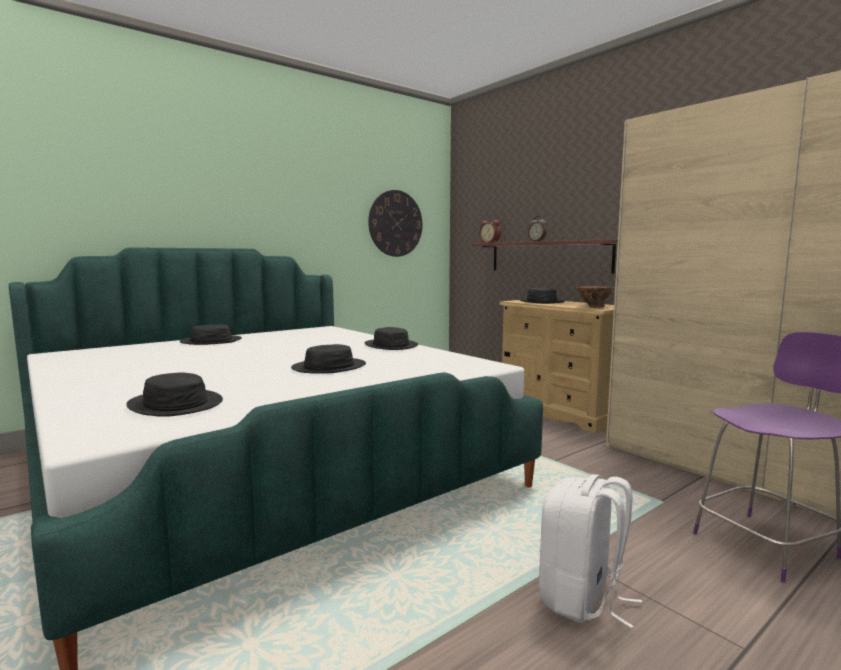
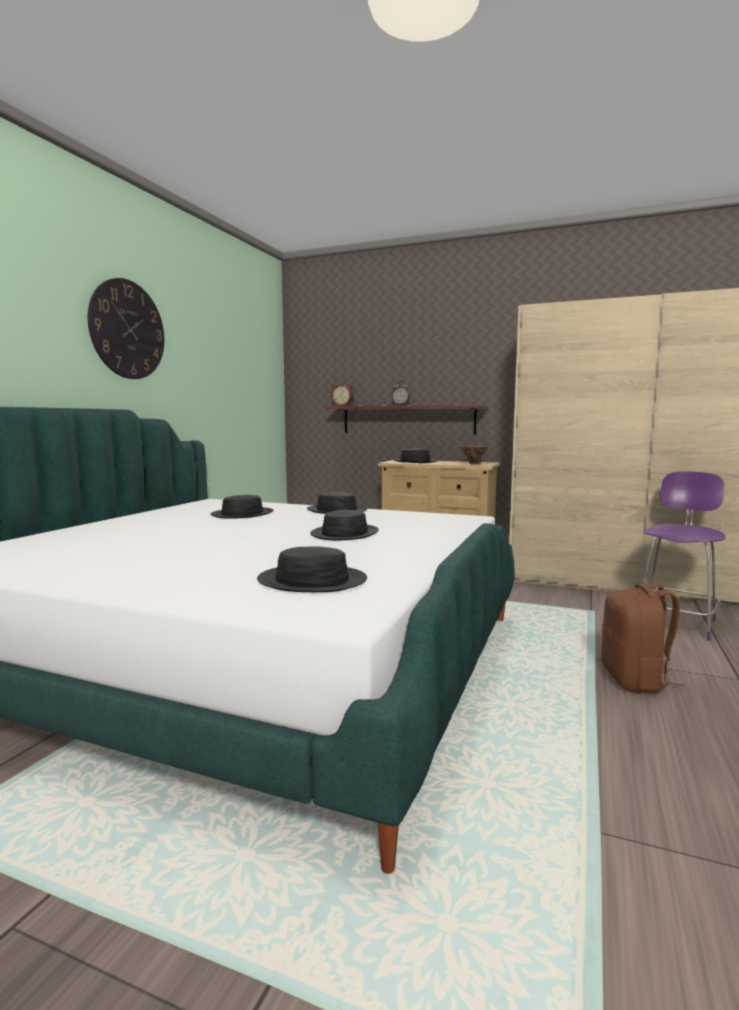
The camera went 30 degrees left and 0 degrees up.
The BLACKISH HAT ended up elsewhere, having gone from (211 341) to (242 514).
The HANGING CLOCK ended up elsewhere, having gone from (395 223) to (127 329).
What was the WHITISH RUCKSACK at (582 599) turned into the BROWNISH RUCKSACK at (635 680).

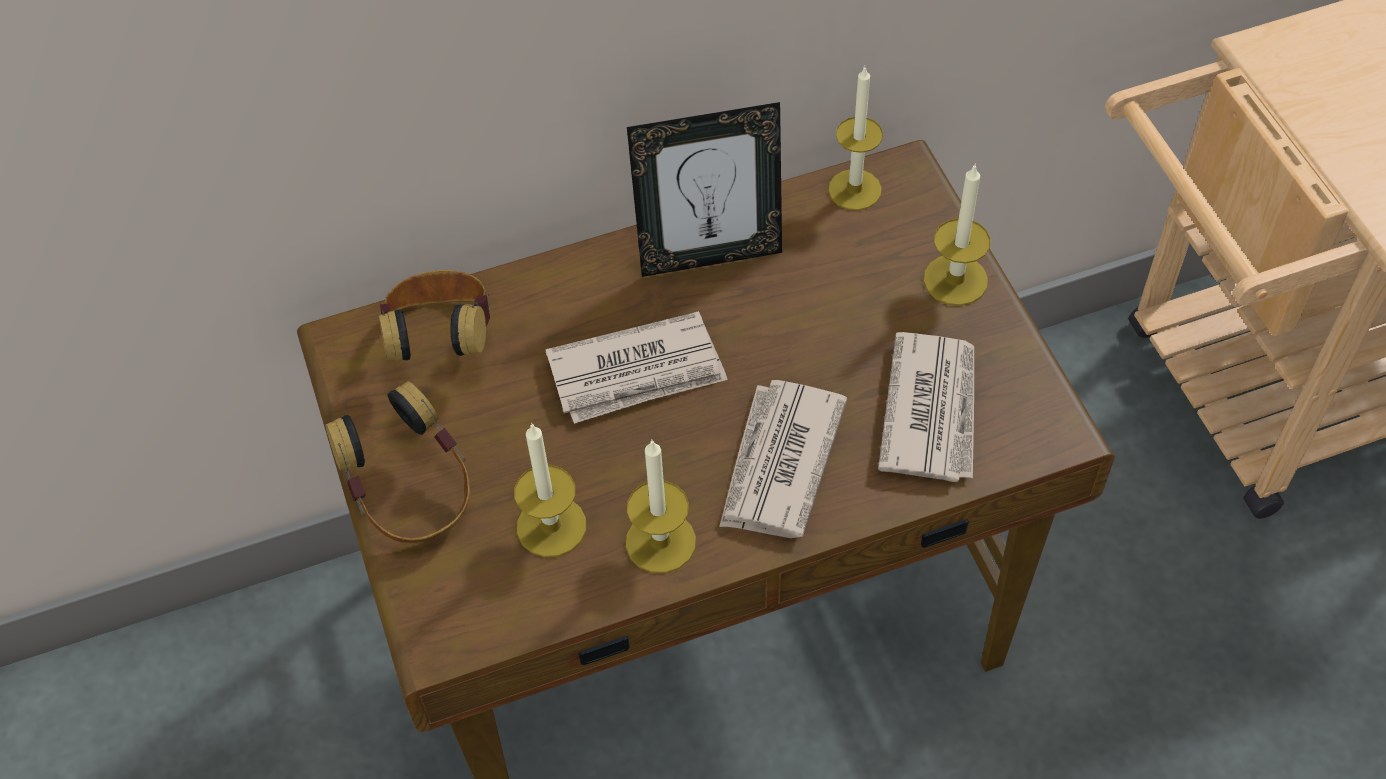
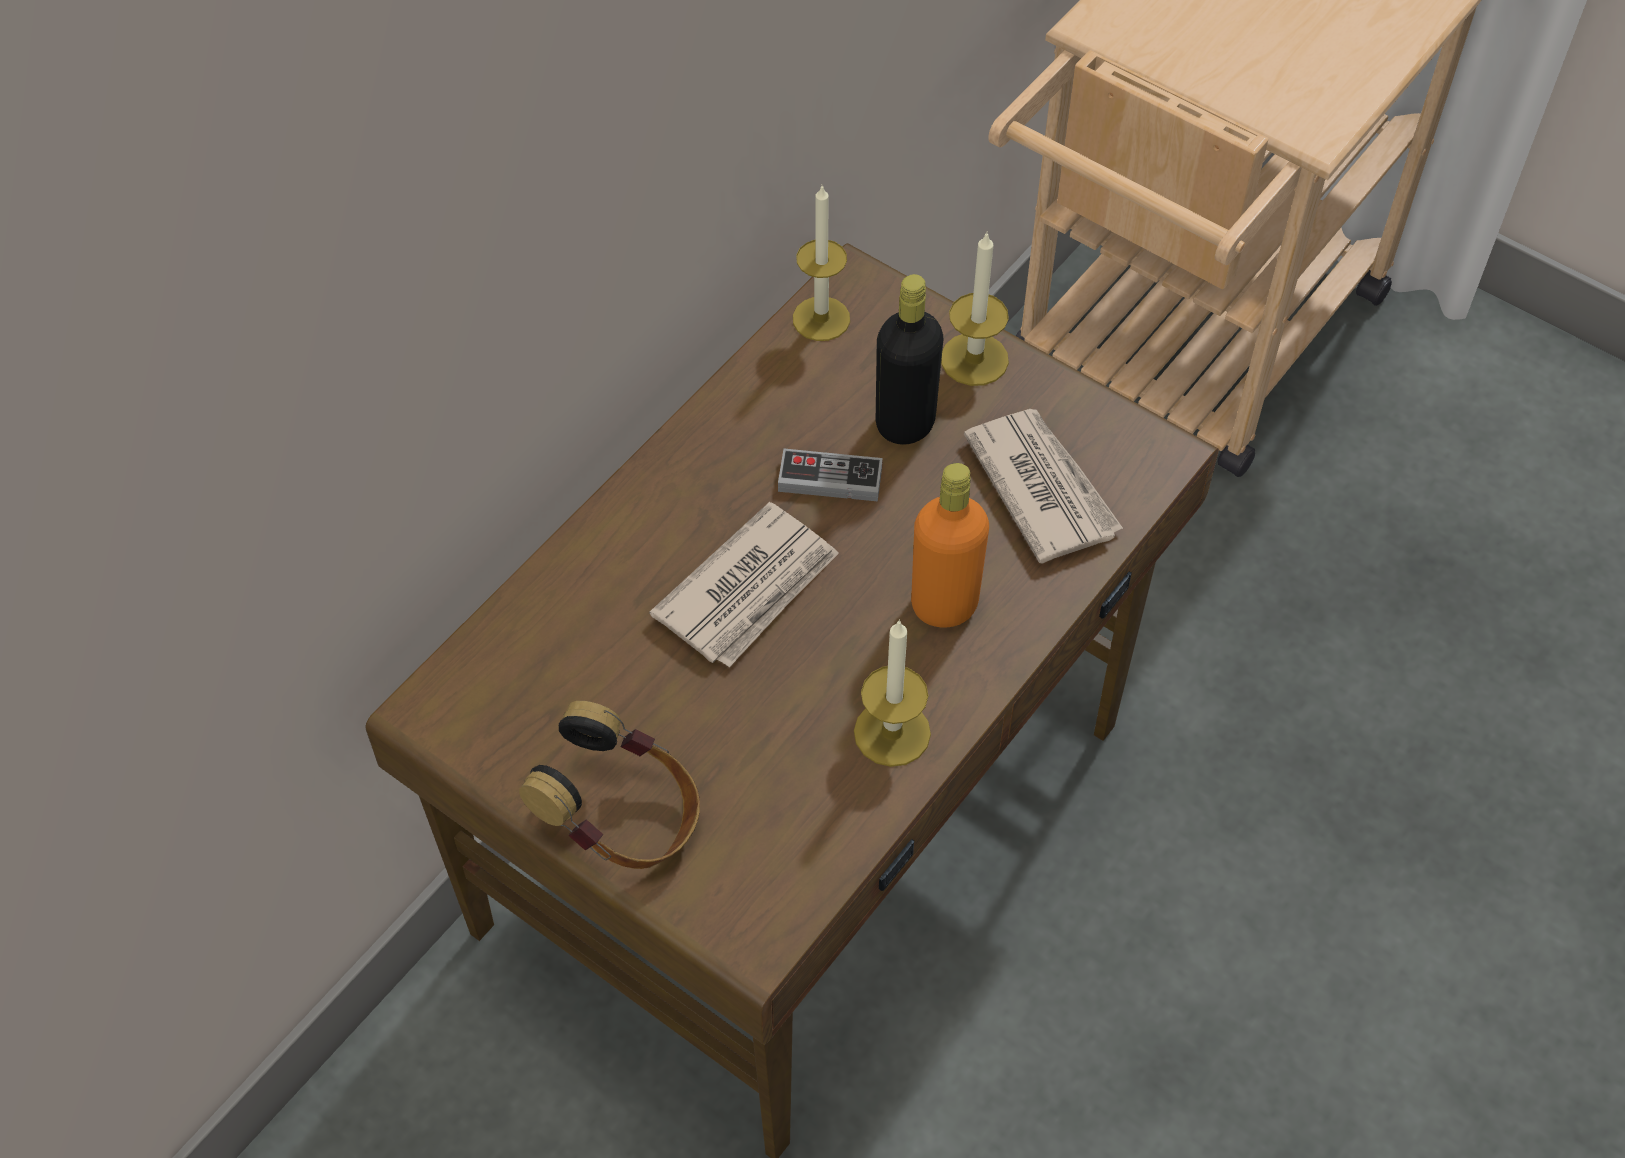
The camera went 35 degrees left and 0 degrees up.
The second view lost the HEADPHONES at (442 340).
The second view lost the CANDLE at (551 526).
The second view lost the PICTURE FRAME at (709 255).
The second view gained the GAMEPAD at (830 479).
The second view gained the BLACKISH BOTTLE at (905 423).
Where the NEWSPAPER stood at (779 463), the ORANGEY BOTTLE came to stand at (944 605).

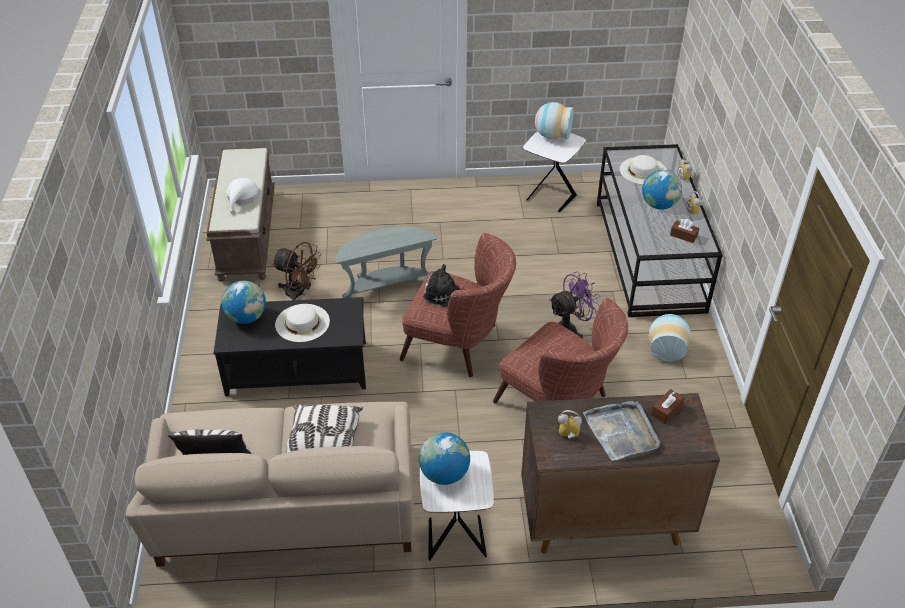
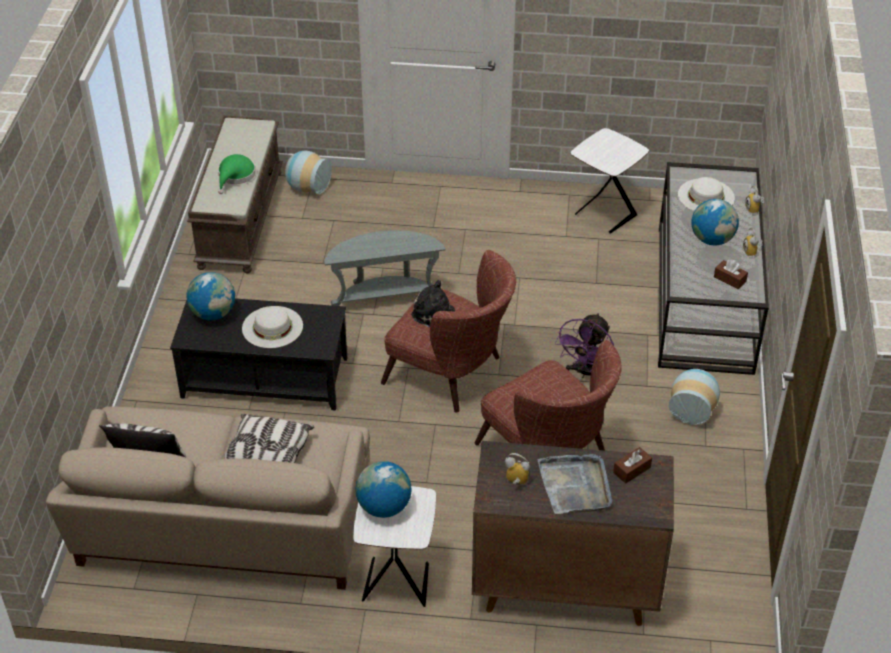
The camera went 10 degrees right and 0 degrees up.
The second view lost the BROWNISH FAN at (299 293).
The FLOWER VASE ended up elsewhere, having gone from (552 135) to (307 187).
What was the WHITISH HAT at (242 197) turned into the GREENISH HAT at (235 176).
The PURPLISH FAN at (570 329) ended up facing another way, 135 degrees clockwise from before.

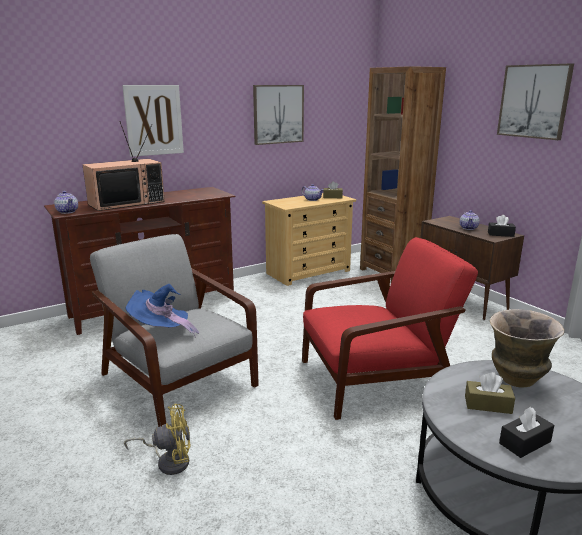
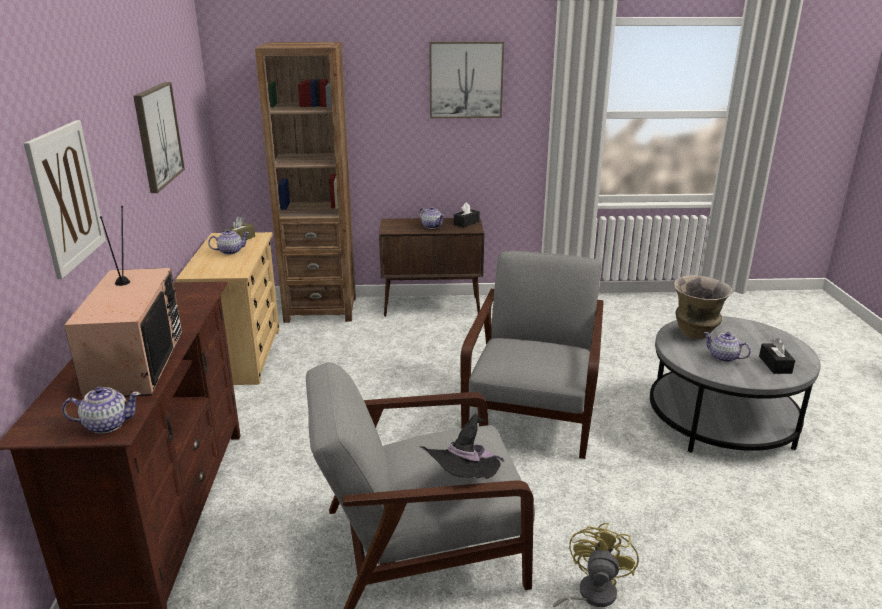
The camera went 60 degrees left and 5 degrees up.
Where the BROWNISH BOX OF TISSUES stood at (488 405), the TEAPOT came to stand at (723 357).
What was the BLUE HAT at (161 331) turned into the BLACKISH HAT at (464 482).
What was the RED LOUNGE CHAIR at (378 378) turned into the GREYISH LOUNGE CHAIR at (533 409).

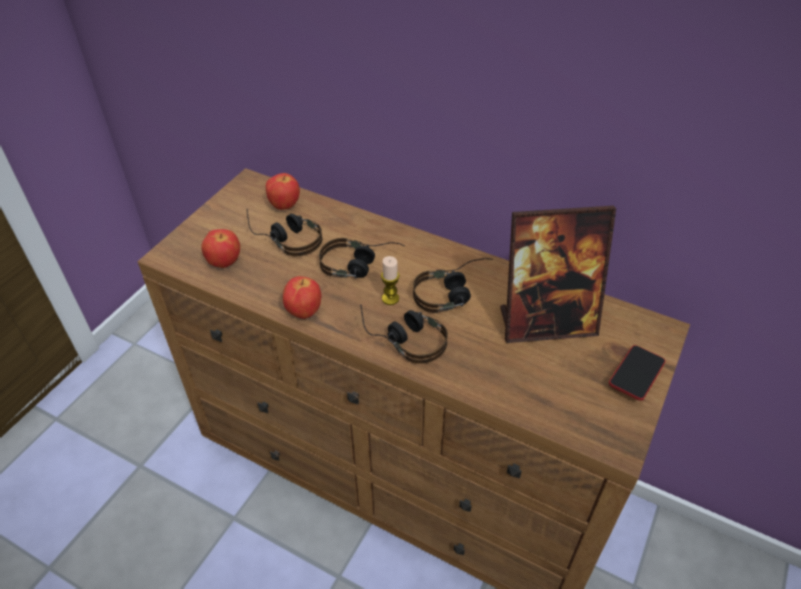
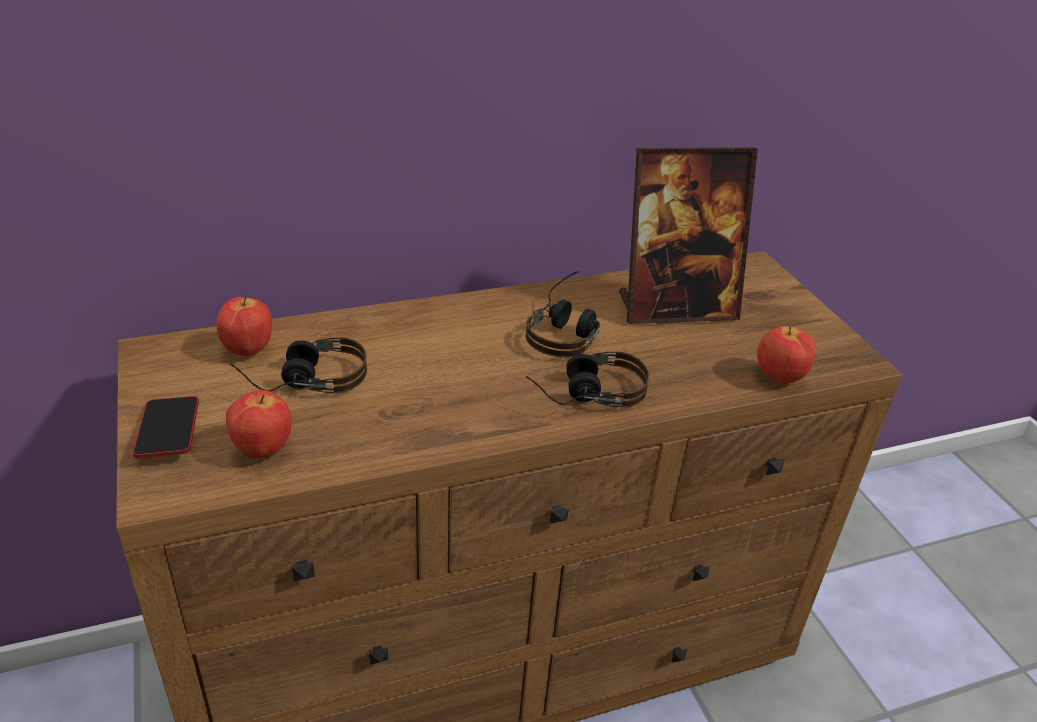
The camera went 50 degrees left and 10 degrees down.
The second view lost the HEADPHONES at (361 266).
The second view lost the CANDLE at (390 298).
The APPLE ended up elsewhere, having gone from (303 312) to (778 378).
The TELEPHONE ended up elsewhere, having gone from (636 375) to (168 432).
The PICTURE FRAME at (546 323) ended up facing another way, 45 degrees clockwise from before.

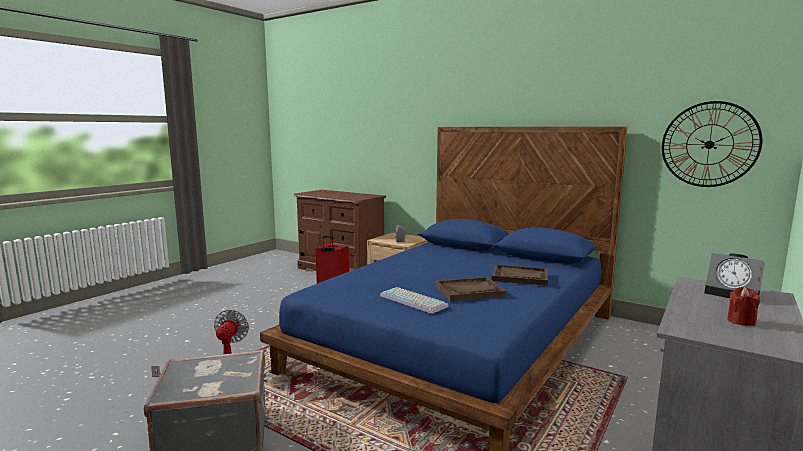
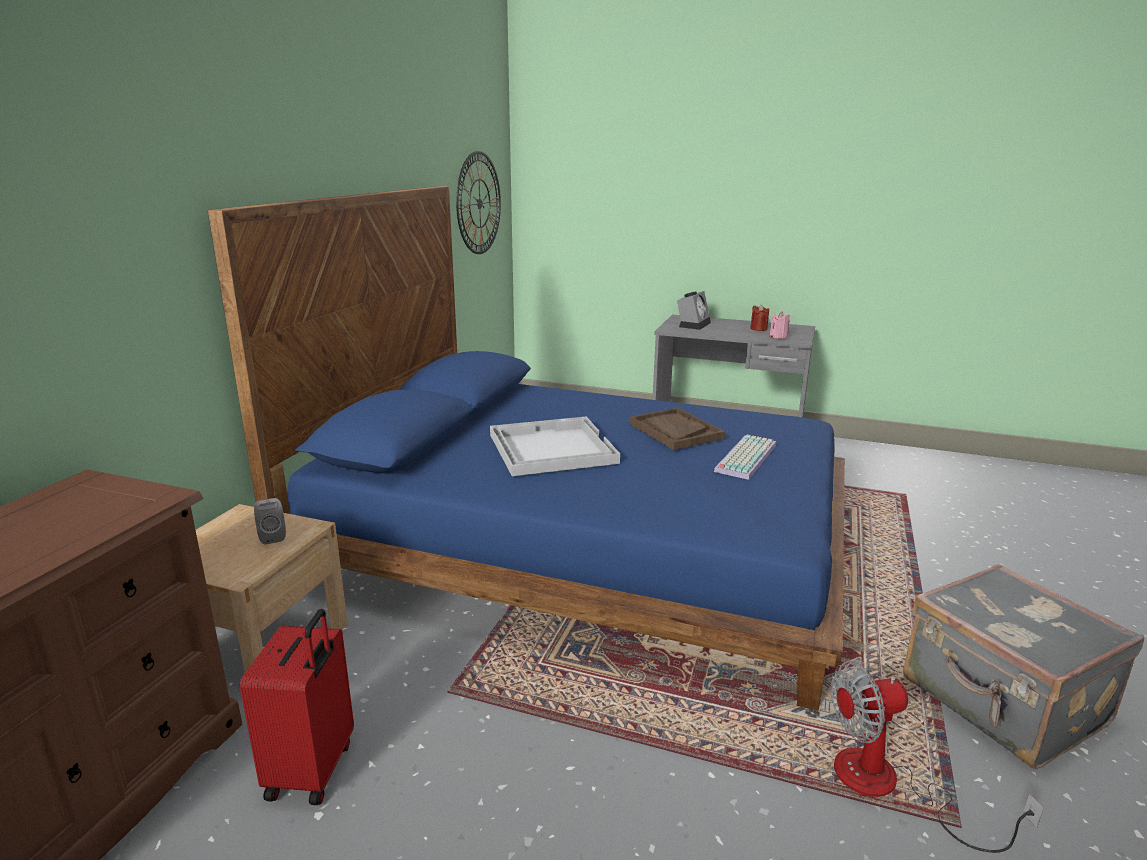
The camera went 105 degrees left and 10 degrees up.
The second view lost the BROWNISH TRAY at (520 277).
The second view gained the WHITISH TRAY at (550 448).
The second view gained the PINK CANDLE at (778 337).

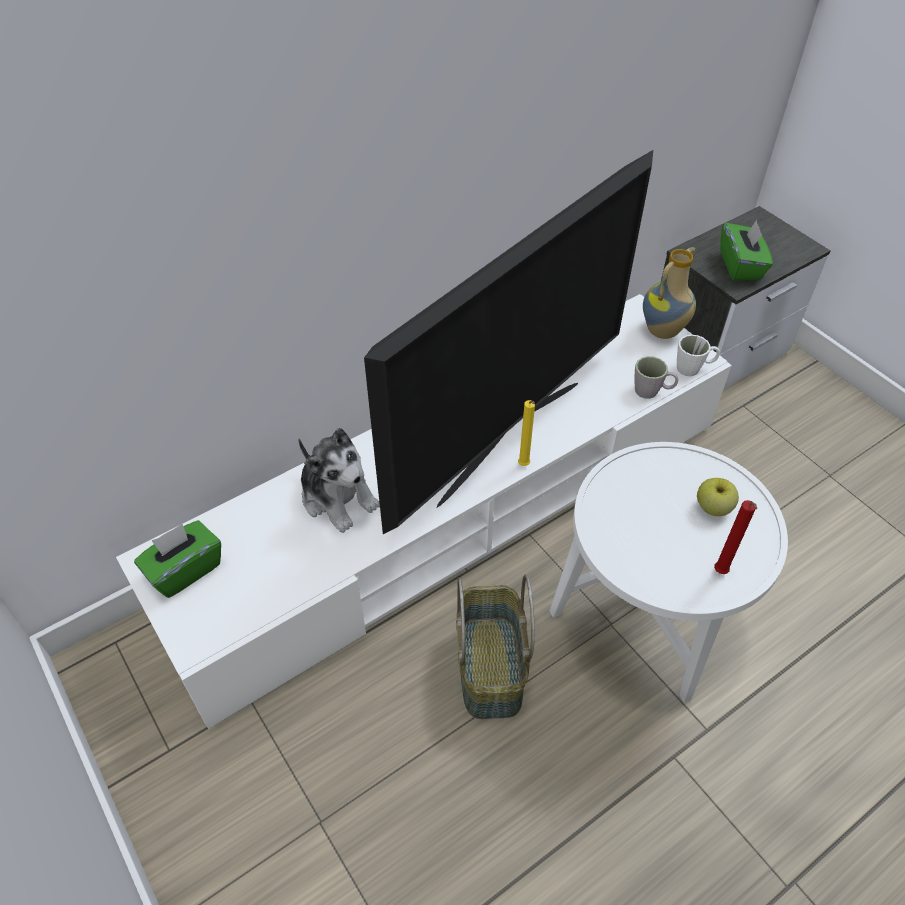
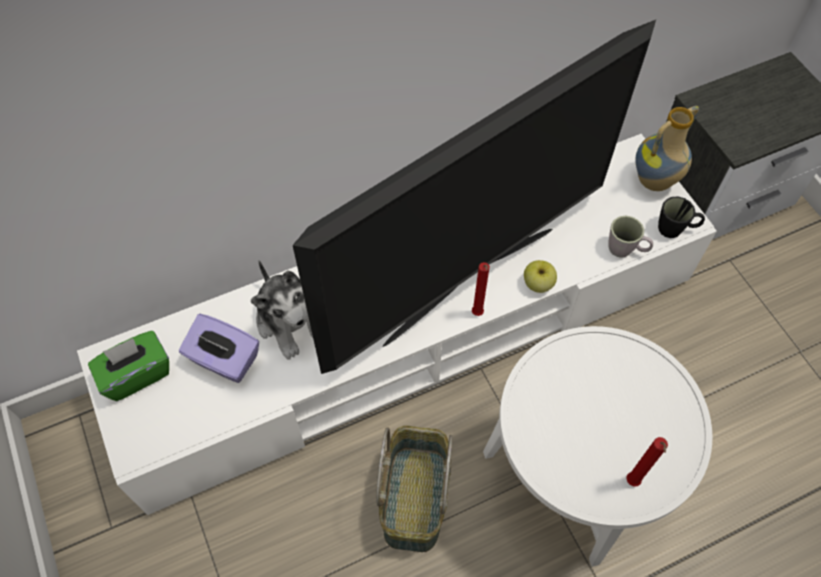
The camera went 10 degrees right and 10 degrees up.
The second view lost the GREENISH BOX OF TISSUES at (740 266).
The second view gained the PURPLISH BOX OF TISSUES at (224 360).
The APPLE ended up elsewhere, having gone from (713 508) to (538 284).
What was the YELLOW CANDLE at (524 466) turned into the RED CANDLE at (477 314).
What was the WHITISH COFFEE MUG at (693 368) turned into the BLACKISH COFFEE MUG at (675 229).

